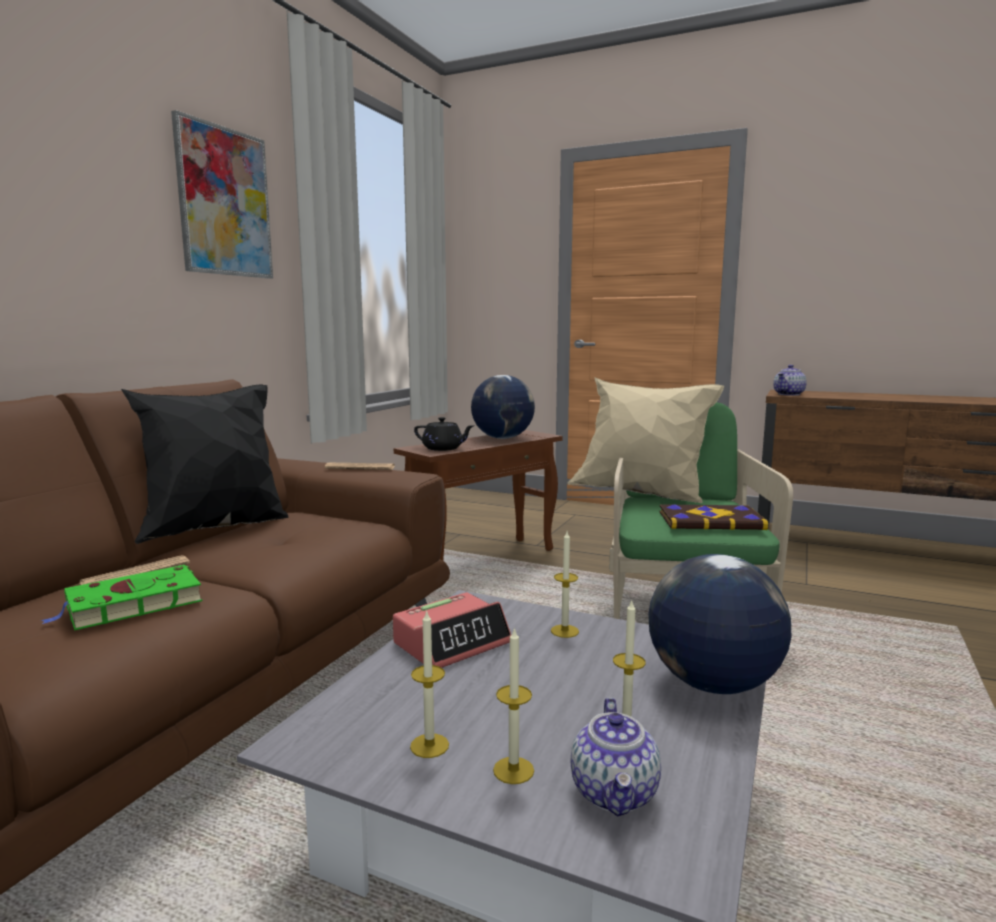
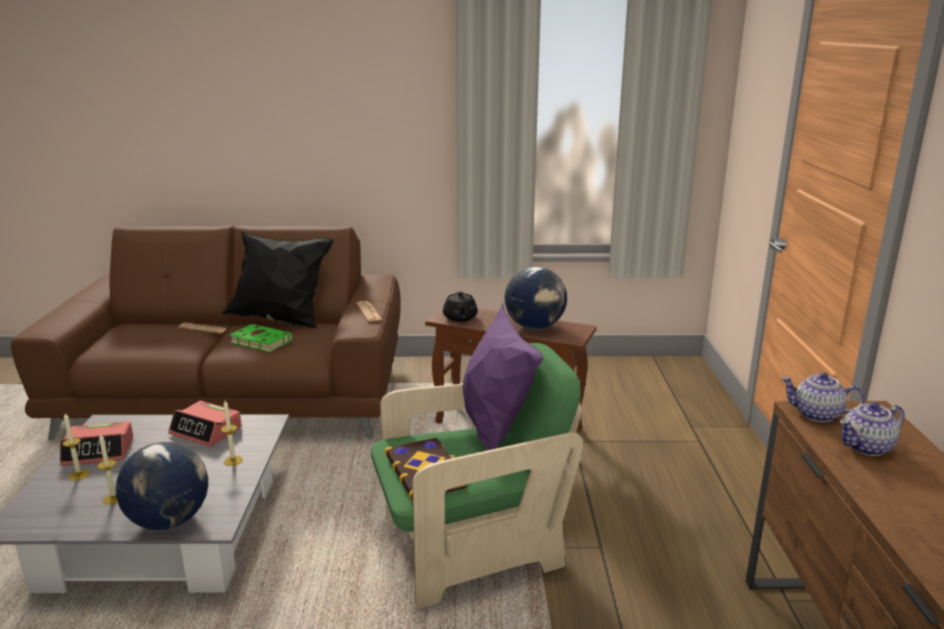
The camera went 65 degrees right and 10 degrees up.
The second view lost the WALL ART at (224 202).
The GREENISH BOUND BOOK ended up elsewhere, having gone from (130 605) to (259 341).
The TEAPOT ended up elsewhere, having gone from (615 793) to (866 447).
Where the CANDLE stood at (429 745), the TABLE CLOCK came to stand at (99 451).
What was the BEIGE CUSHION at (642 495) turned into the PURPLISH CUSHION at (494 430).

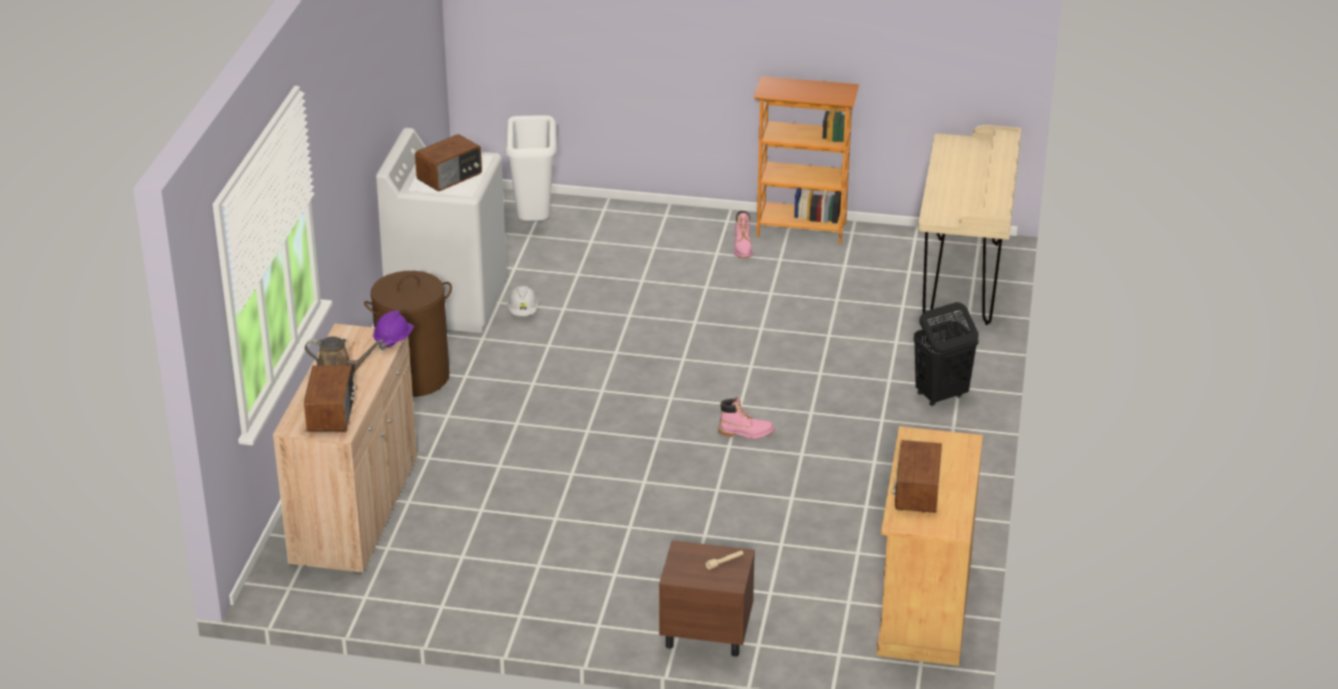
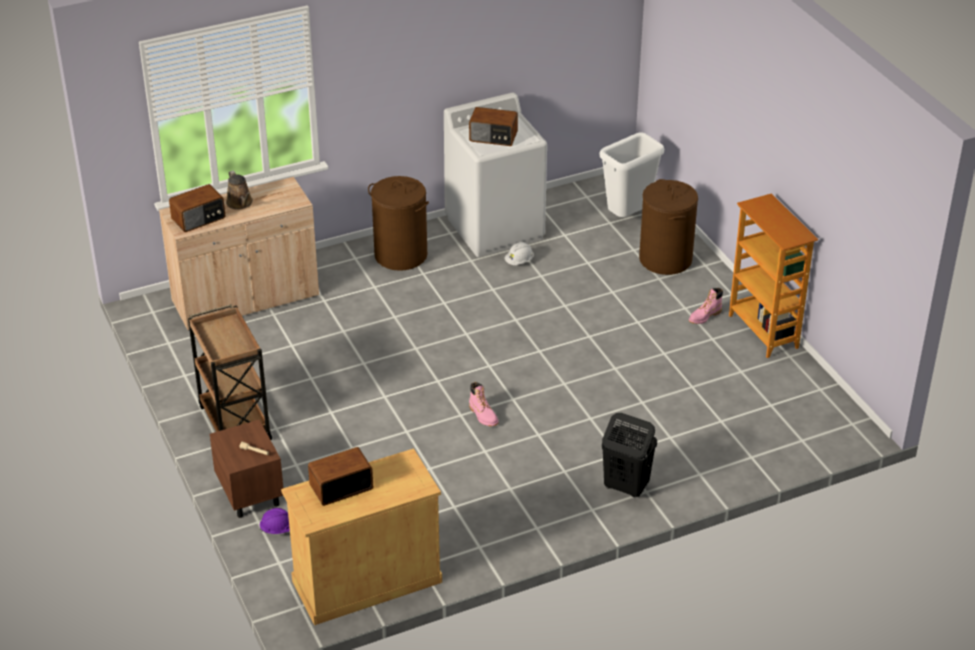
The camera went 55 degrees right and 5 degrees up.
The second view lost the BEIGE DESK TABLE at (963 281).
The second view gained the BROWNISH WHEELED CART at (234 421).
The second view gained the BROWNISH HAMPER at (665 259).
The PURPLISH WORK HELMET ended up elsewhere, having gone from (393 339) to (279 529).

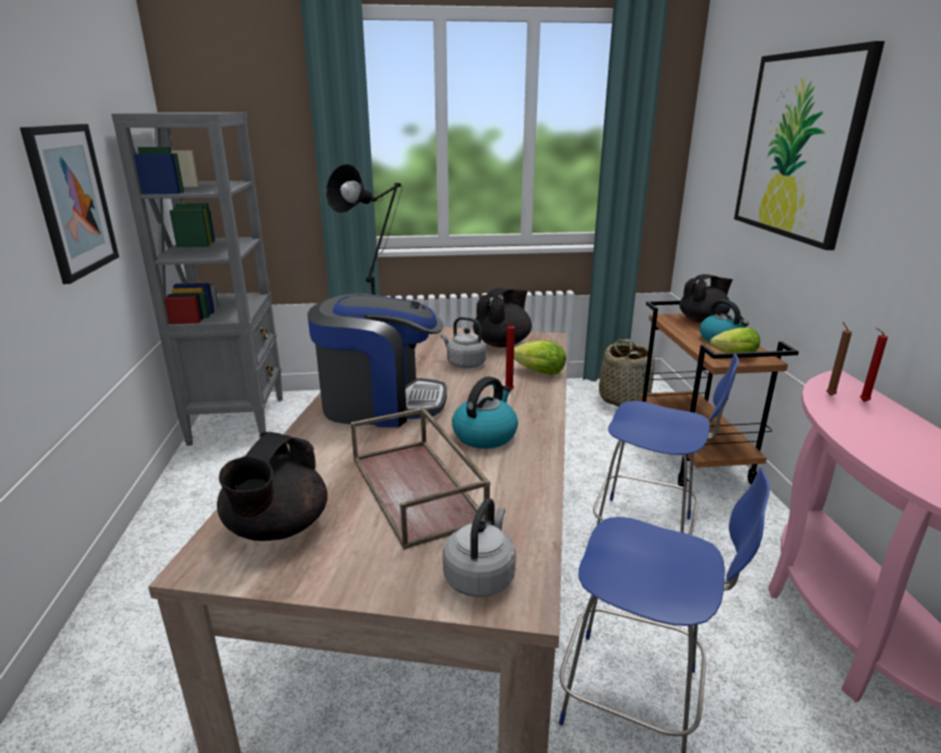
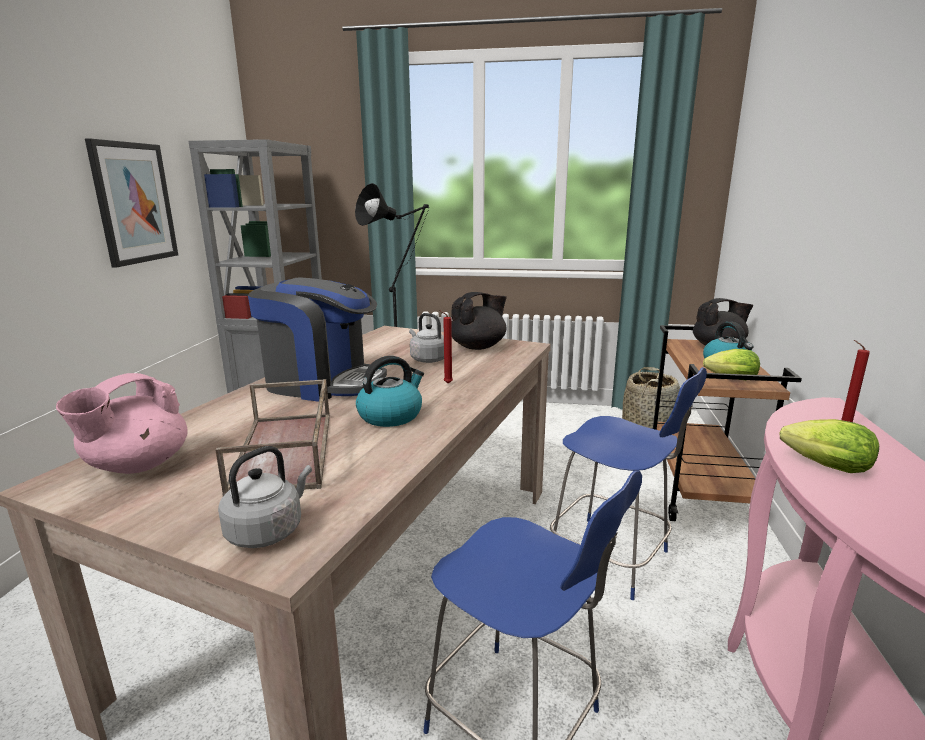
The camera went 15 degrees right and 5 degrees down.
The second view lost the WALL ART at (799 146).
The second view lost the BROWNISH CANDLE at (829 395).
The HEAD OF LETTUCE ended up elsewhere, having gone from (536 372) to (821 465).
What was the BLACKISH TEAPOT at (276 529) turned into the PINK TEAPOT at (137 465).

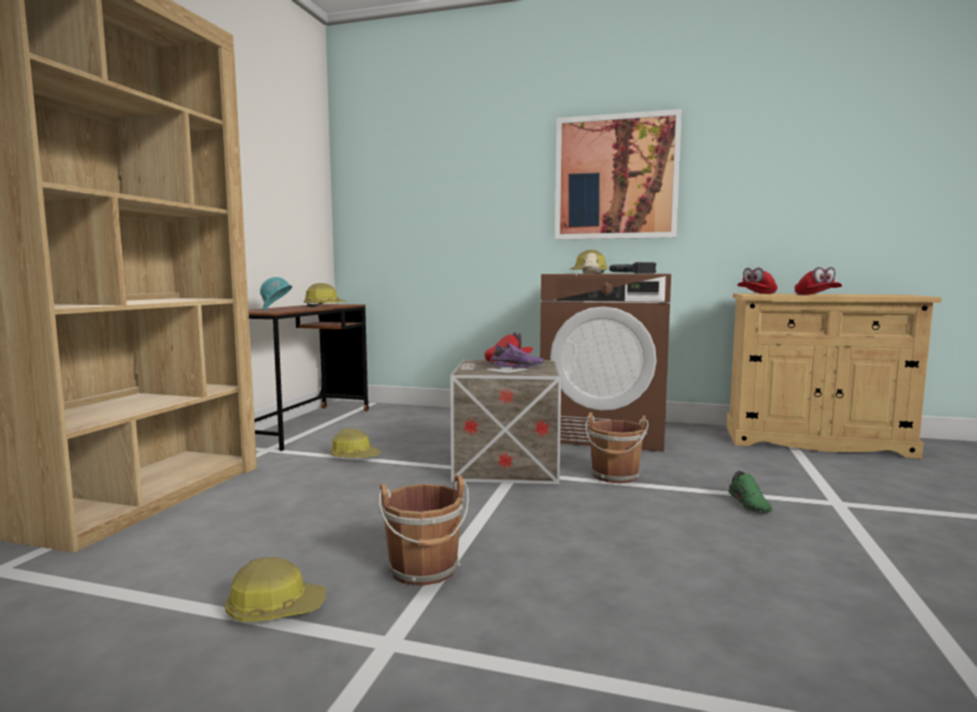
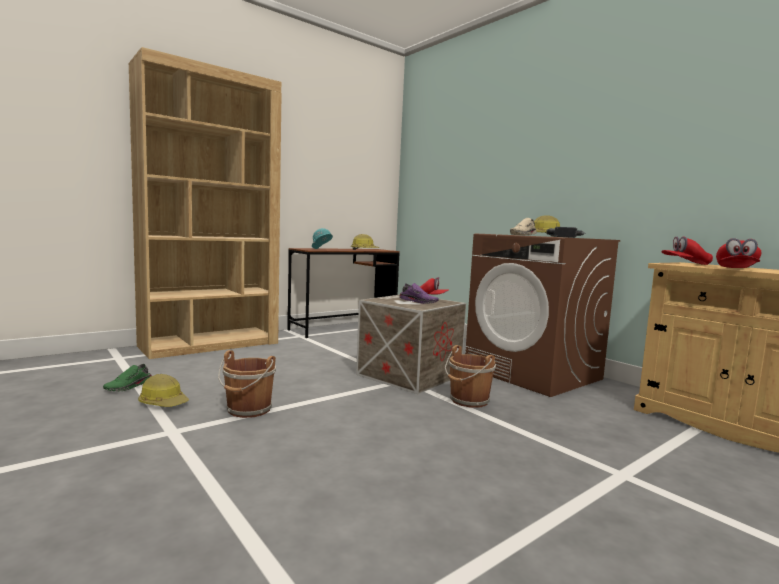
The camera went 35 degrees right and 0 degrees up.
The second view lost the WORK HELMET at (355 456).
The second view lost the WALL ART at (616 177).
The GREENISH SHOE ended up elsewhere, having gone from (750 504) to (129 387).

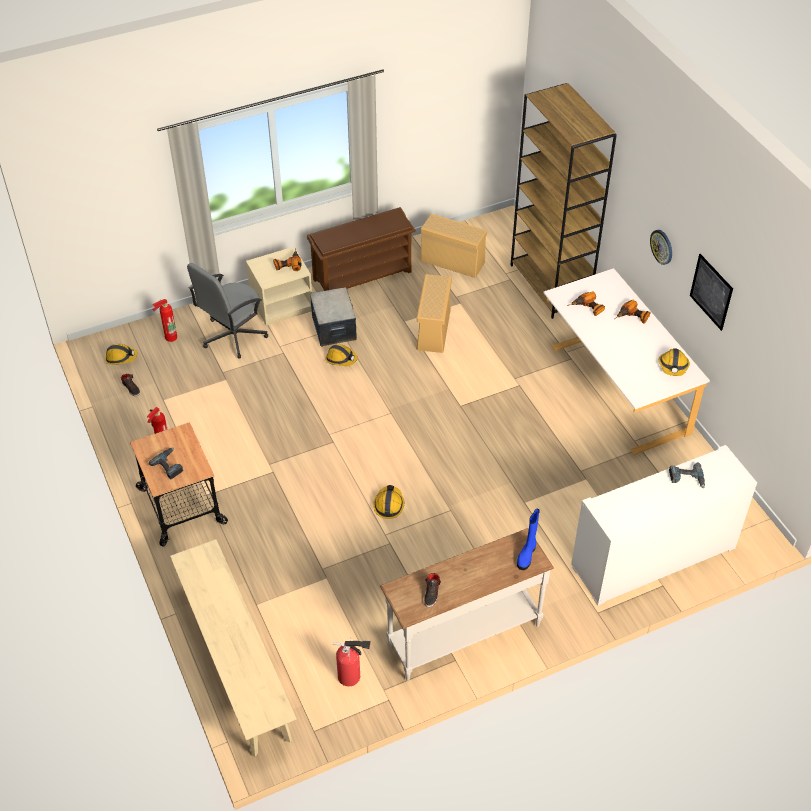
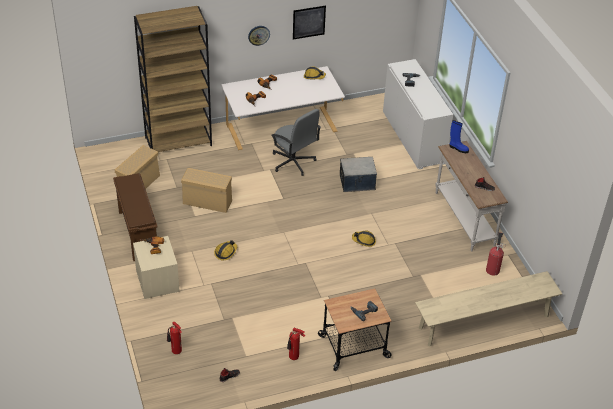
The camera went 85 degrees left and 5 degrees down.
The second view lost the WORK HELMET at (121 358).
The GREYISH COMPUTER CHAIR ended up elsewhere, having gone from (233 336) to (293 162).
The STORAGE BIN ended up elsewhere, having gone from (333 328) to (357 182).

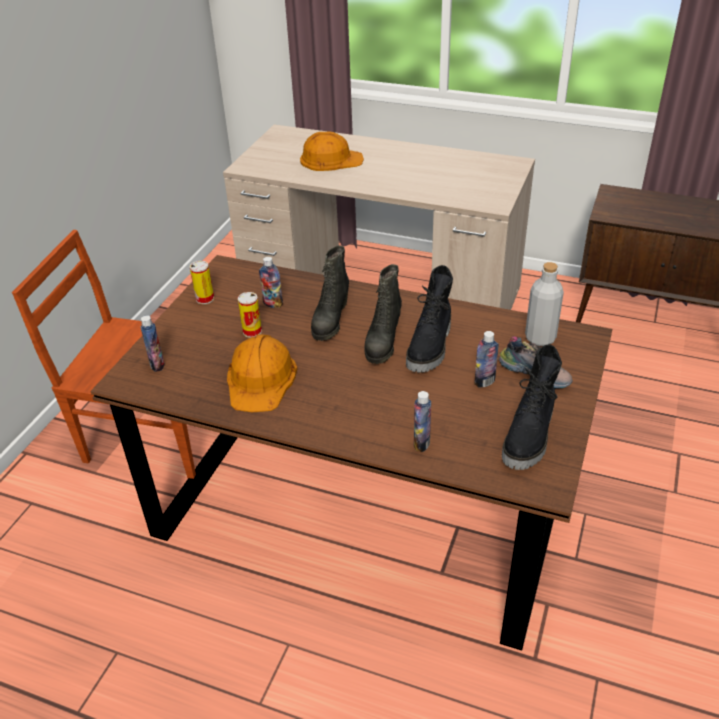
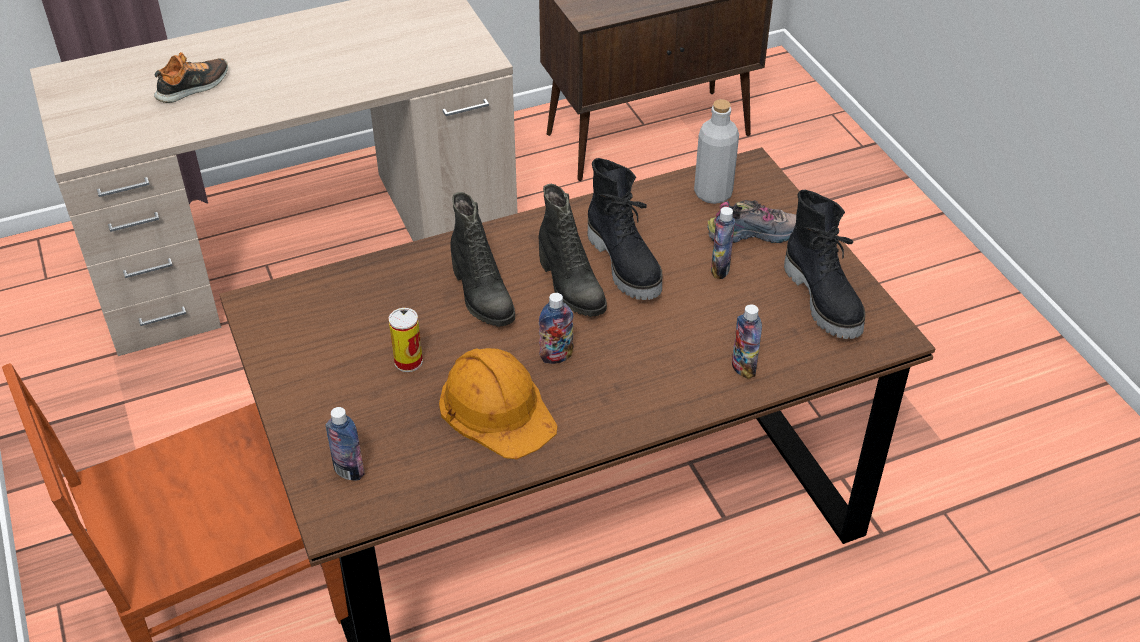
The camera went 45 degrees left and 5 degrees up.
The second view lost the METAL CAN at (205 299).
The BOTTLE ended up elsewhere, having gone from (273 304) to (556 356).
Where the ORANGEY WORK HELMET stood at (331 159), the SHOE came to stand at (194 87).

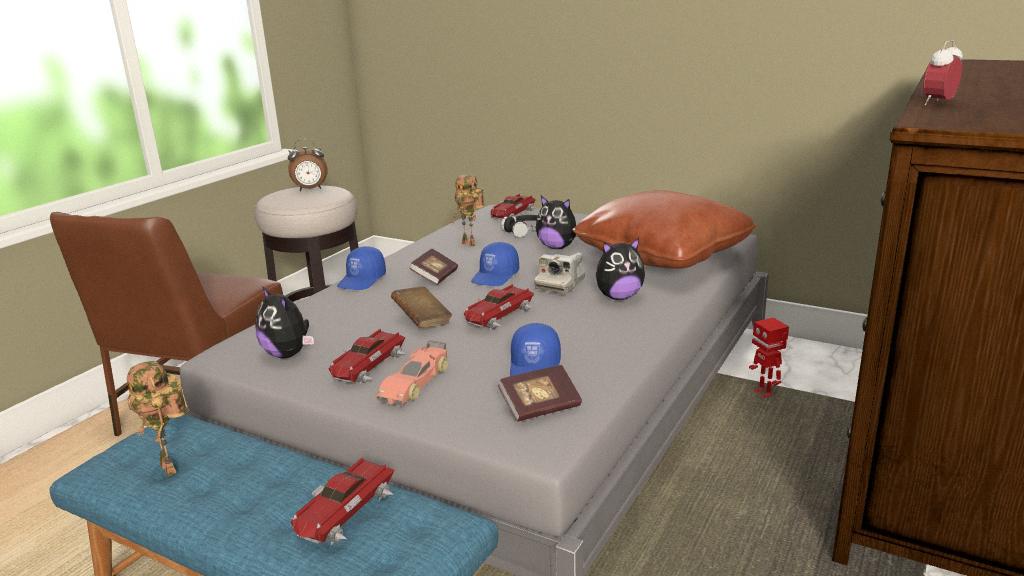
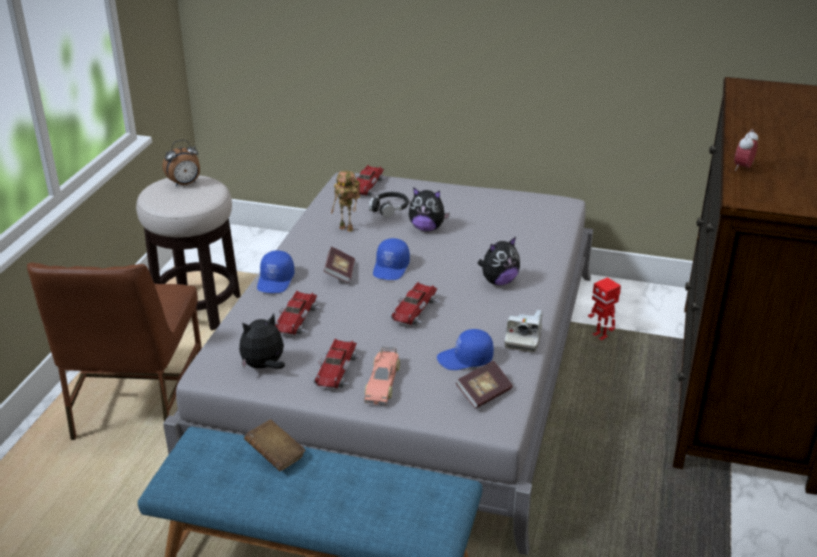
The camera went 15 degrees left and 10 degrees up.
The second view lost the TOY ROBOT at (172 468).
The second view lost the BROWNISH CUSHION at (662 255).
The MODEL CAR ended up elsewhere, having gone from (345 511) to (296 320).
The BROWNISH BOUND BOOK ended up elsewhere, having gone from (422 320) to (276 456).
The STILL CAMERA ended up elsewhere, having gone from (560 284) to (523 339).
The SOFT TOY at (288 354) ended up facing another way, 120 degrees clockwise from before.
The BLUE PEAKED CAP at (536 368) ended up facing another way, 90 degrees clockwise from before.

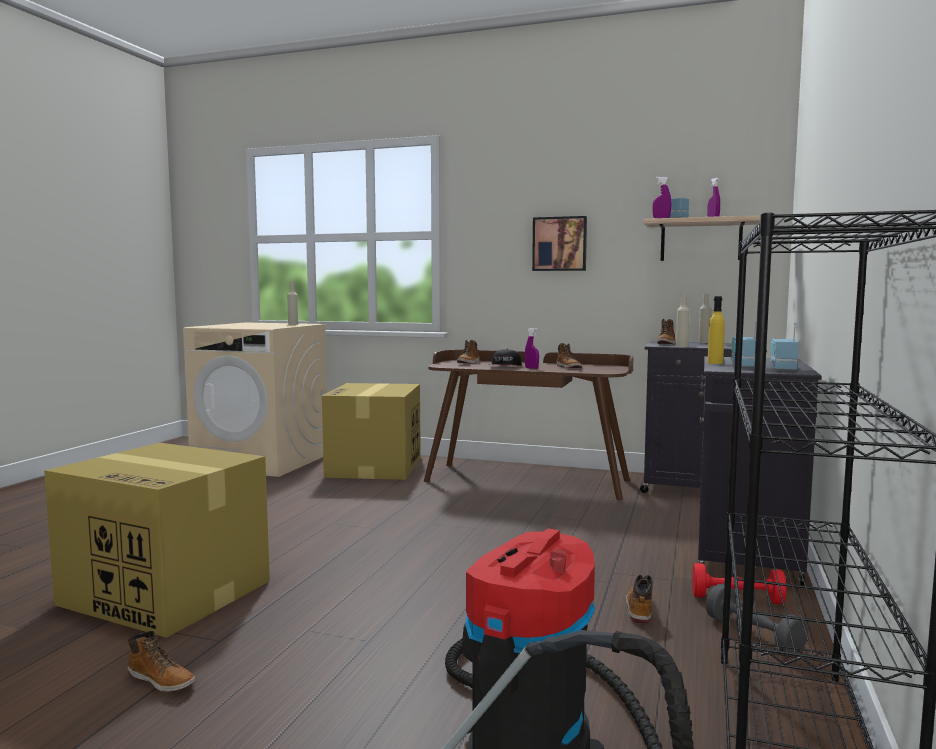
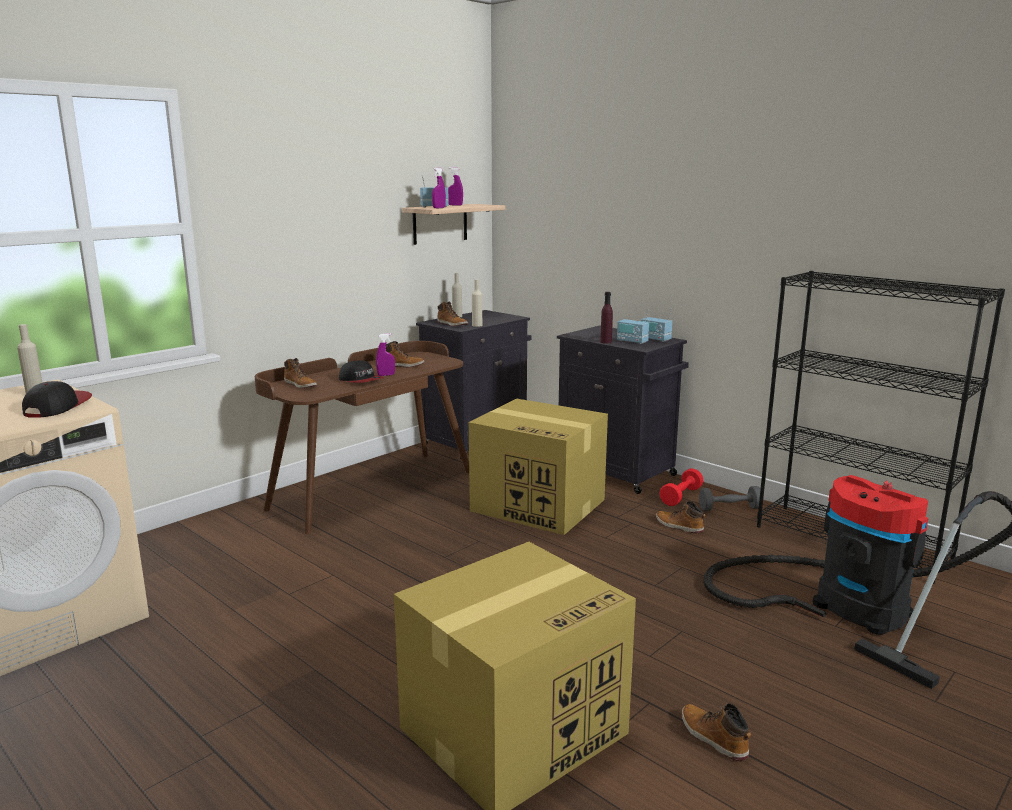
The camera went 65 degrees left and 10 degrees up.
The second view lost the WALL ART at (559 244).
The second view gained the PEAKED CAP at (57 407).
The CARDBOARD BOX ended up elsewhere, having gone from (374 467) to (540 505).
What was the YELLOW BOTTLE at (715 363) turned into the PURPLISH BOTTLE at (606 342).
The BOOT at (162 680) ended up facing another way, 90 degrees counterclockwise from before.

